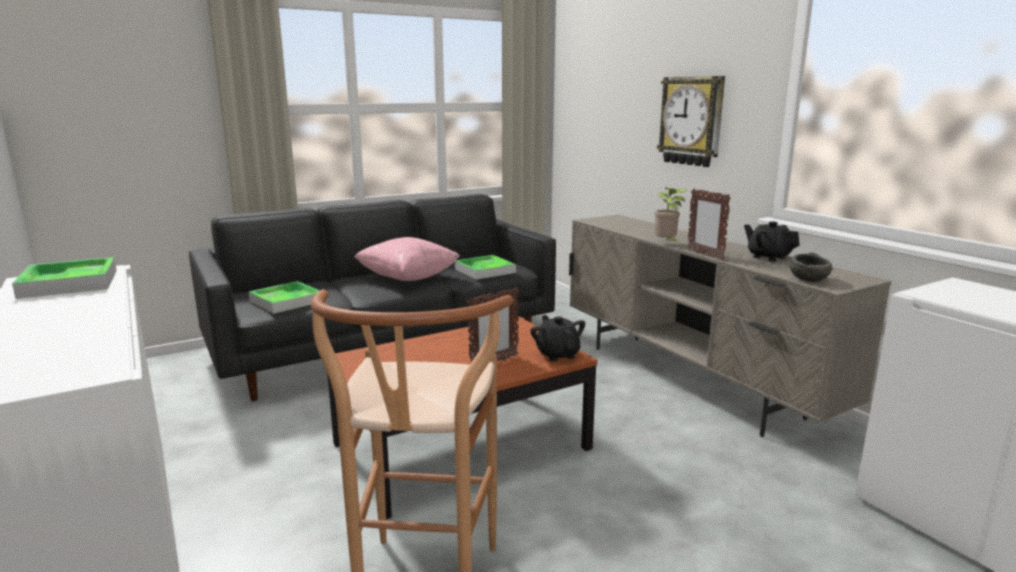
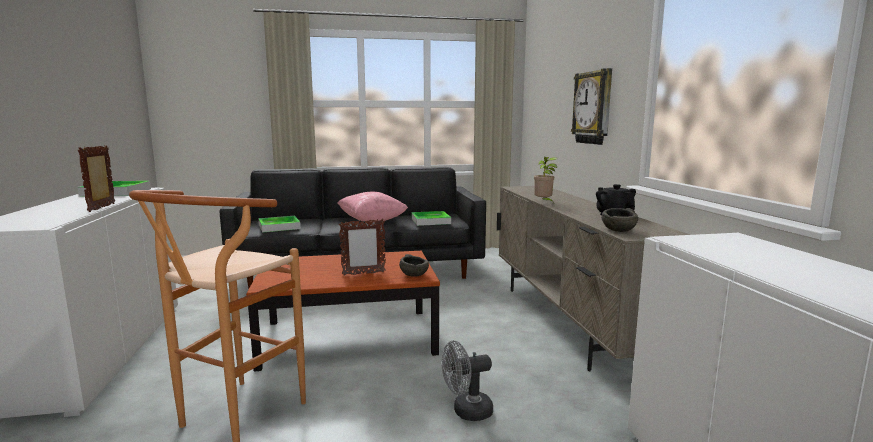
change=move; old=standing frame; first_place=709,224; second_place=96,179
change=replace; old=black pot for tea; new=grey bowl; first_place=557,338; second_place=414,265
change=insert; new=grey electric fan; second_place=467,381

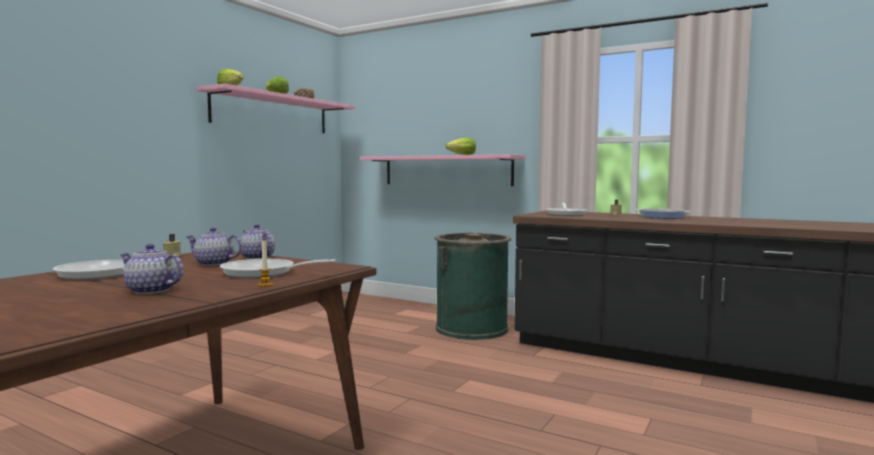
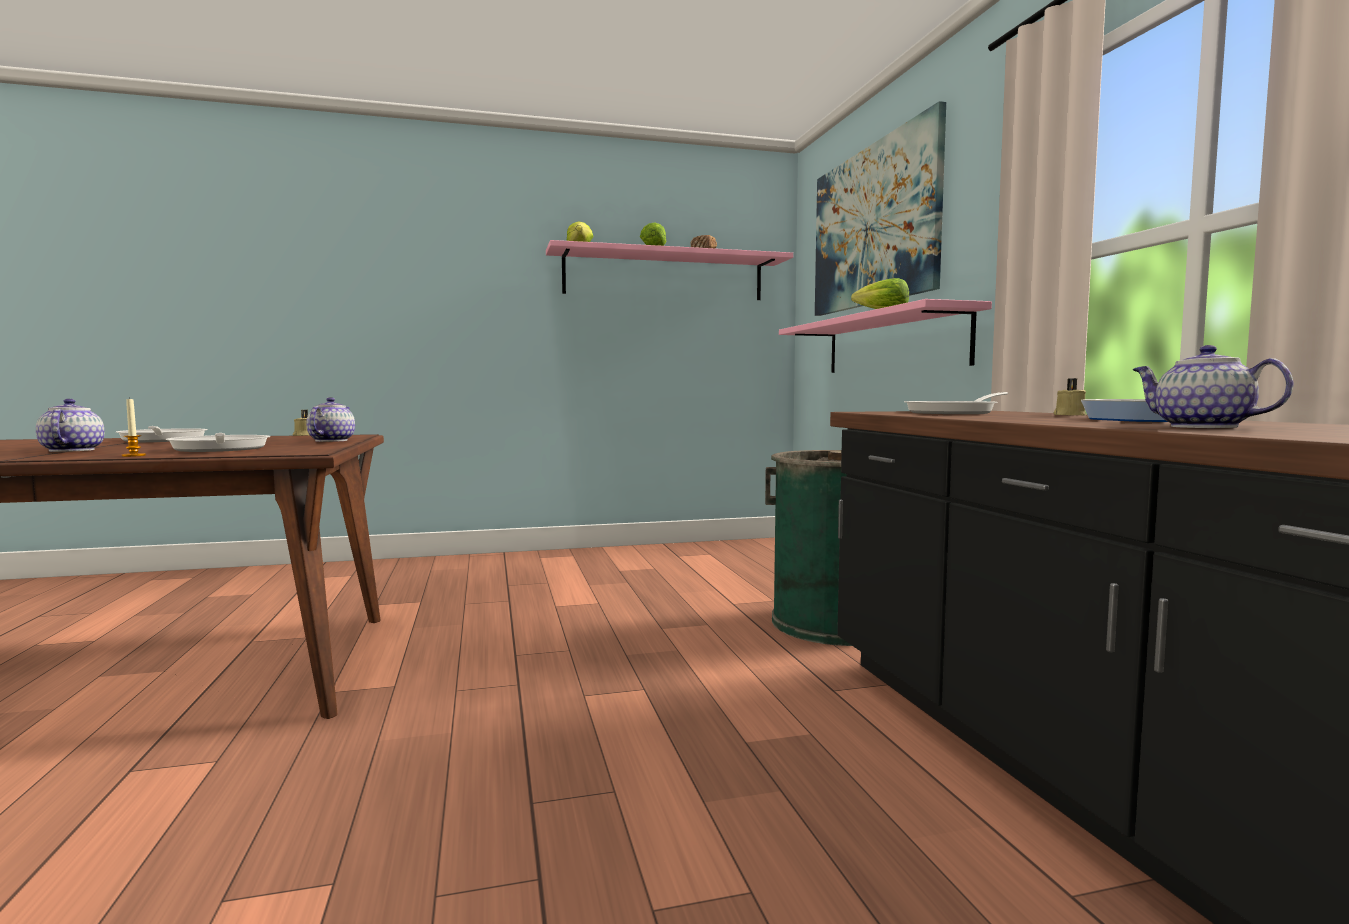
change=move; old=pot for tea; first_place=214,247; second_place=1213,386
change=insert; new=wall picture; second_place=880,208

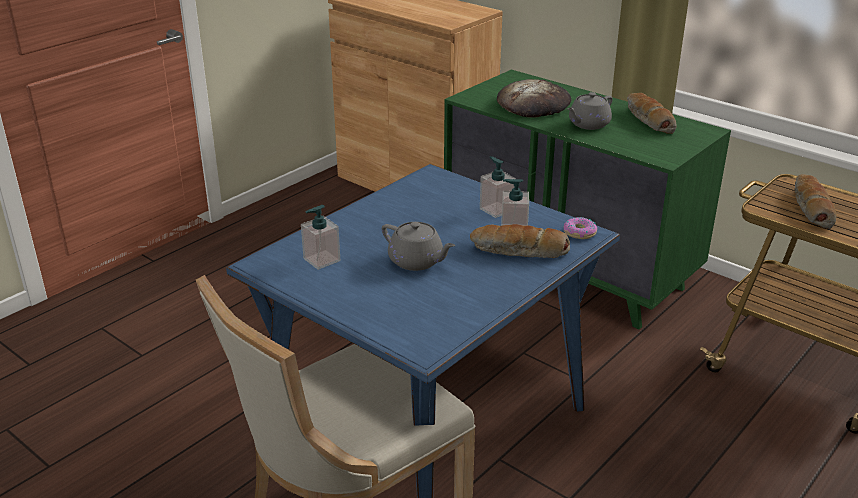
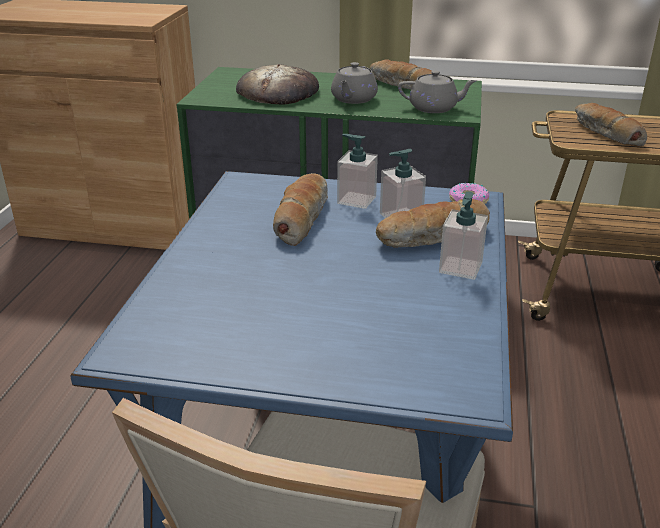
change=move; old=soap bottle; first_place=320,237; second_place=463,235
change=move; old=grey pot for tea; first_place=418,246; second_place=437,91
change=insert; new=baked bread; second_place=300,209

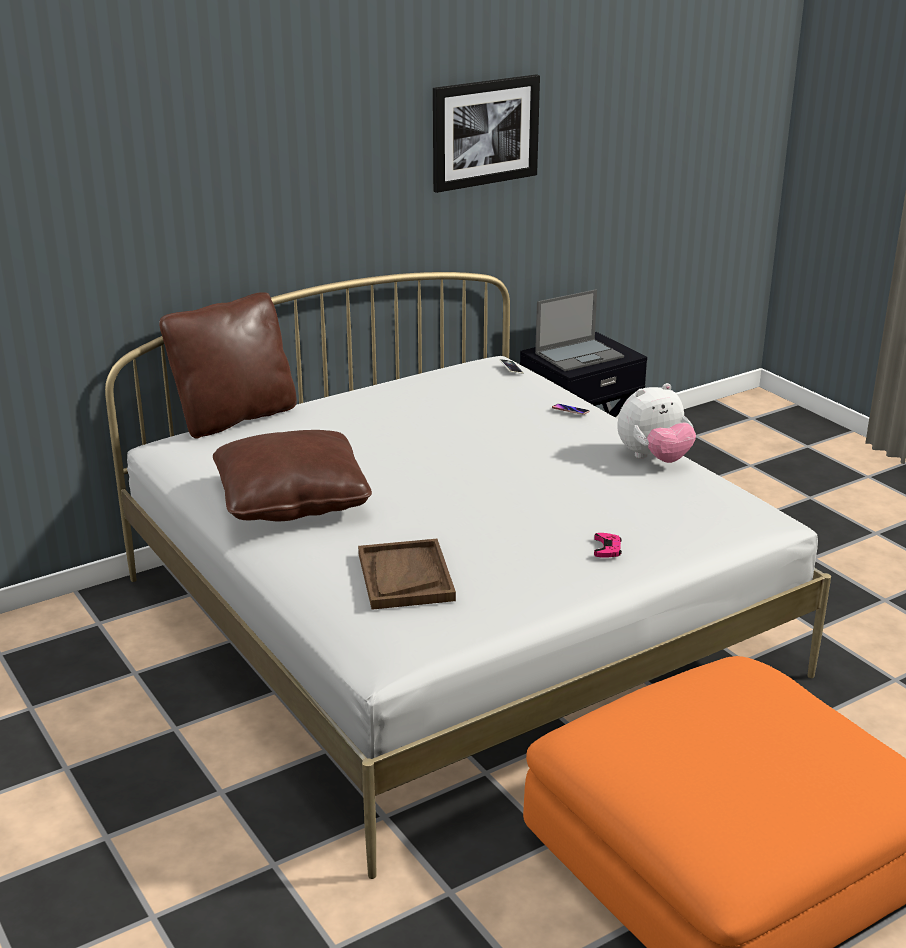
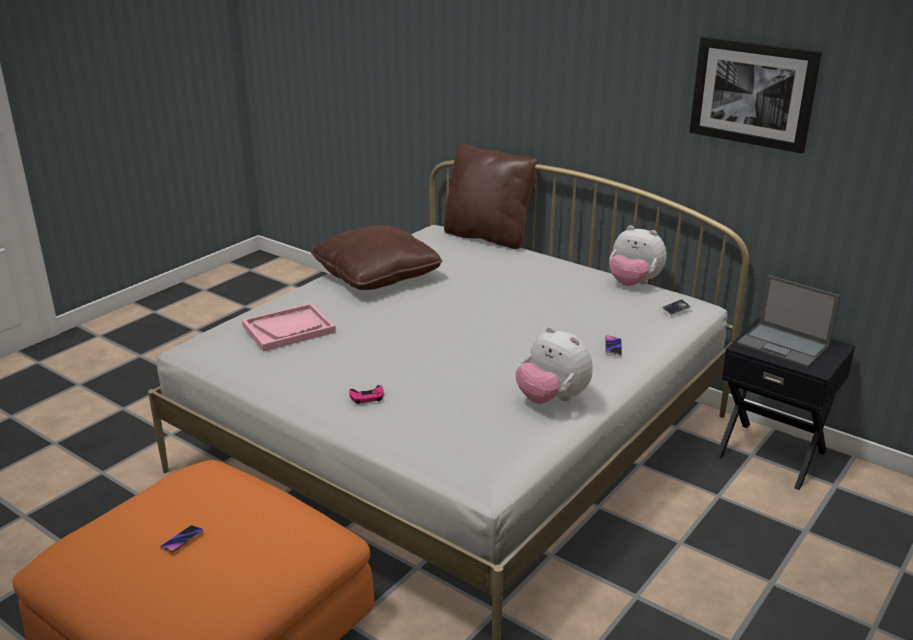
change=recolor; old=brown tray; new=pinkish tray; first_place=407,574; second_place=289,327
change=insert; new=soft toy; second_place=638,255
change=insert; new=handset; second_place=181,539

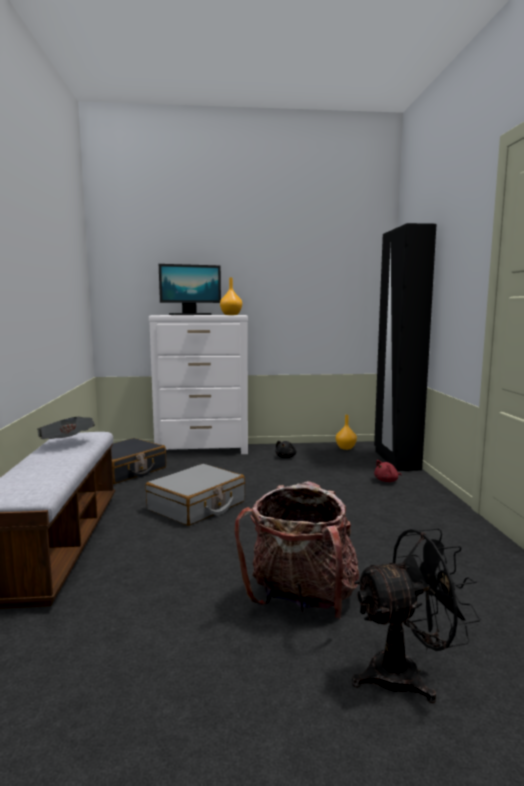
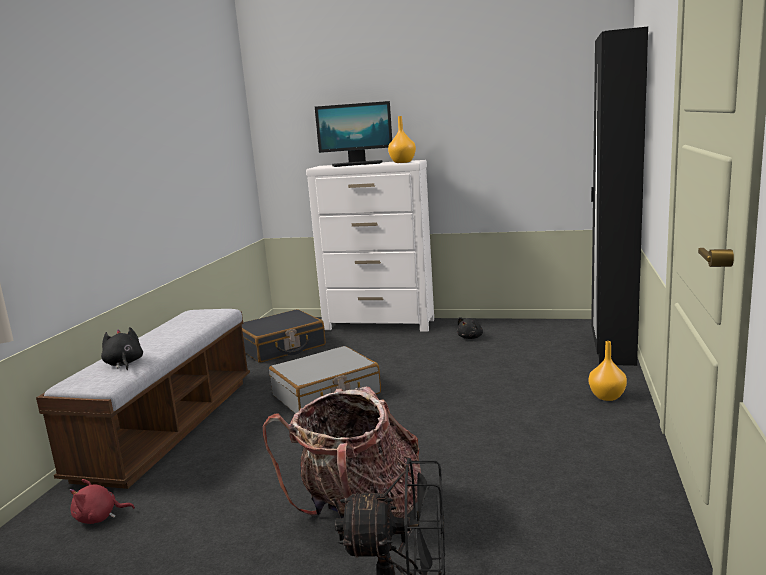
change=move; old=orangey decorative vase; first_place=346,432; second_place=608,371
change=delete; old=newspaper; first_place=66,428
change=move; old=reddish soft toy; first_place=388,471; second_place=102,501
change=insert; new=black soft toy; second_place=122,348

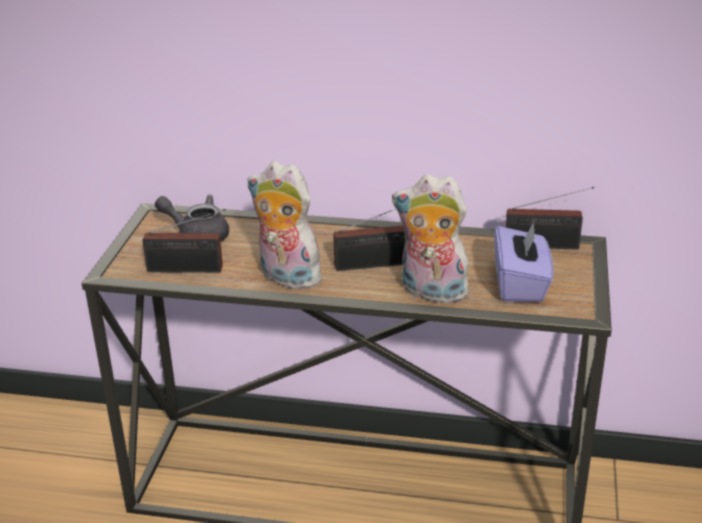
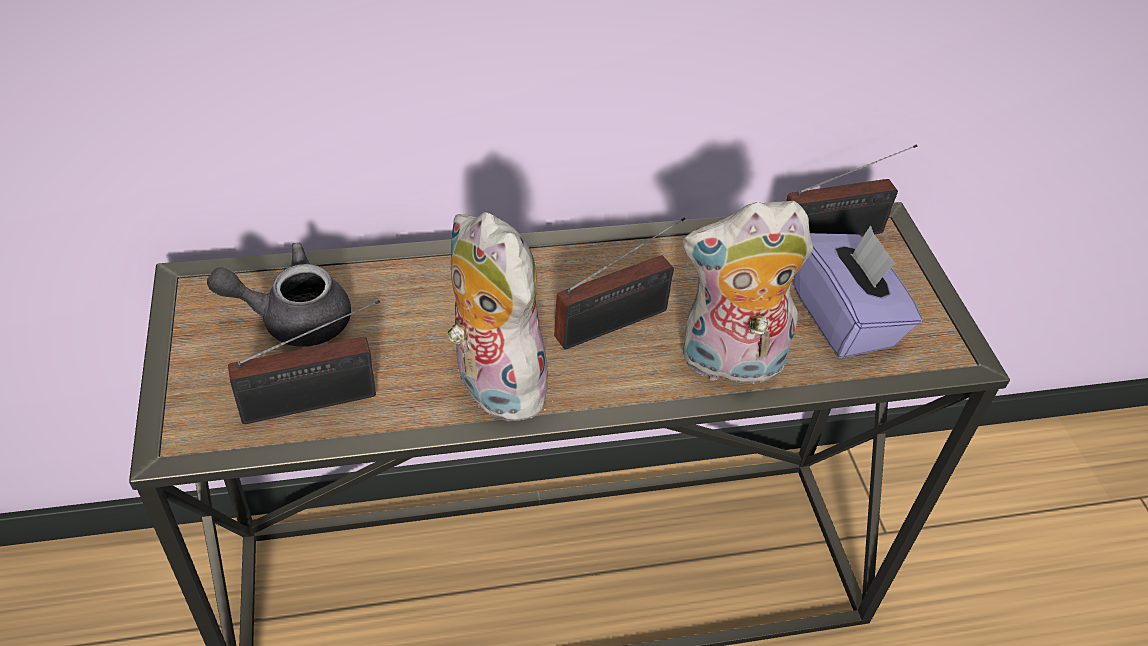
change=rotate; old=soft toy; first_place=287,225; second_place=501,316; degrees=45

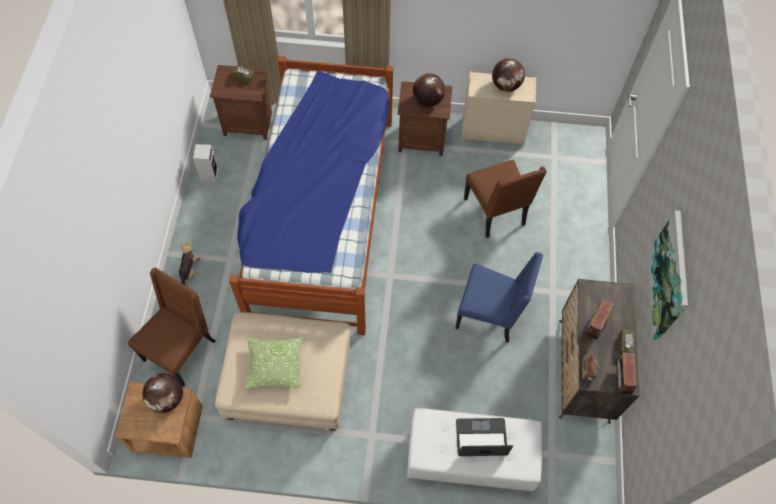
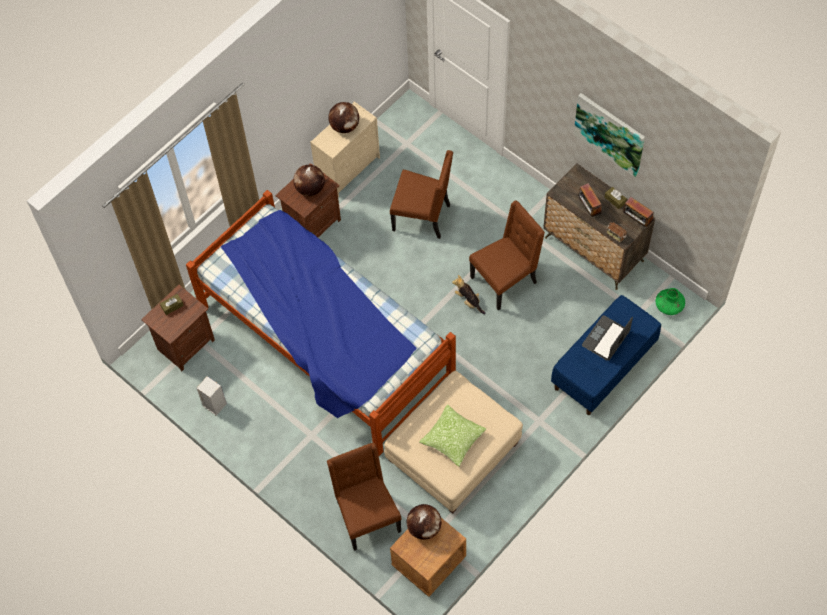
change=move; old=soft toy; first_place=189,263; second_place=469,294
change=recolor; old=blue chair; new=brown chair; first_place=499,297; second_place=507,255
change=recolor; old=white-coloured bench; new=blue bench; first_place=474,449; second_place=606,355
change=insert; new=greenish decorative vase; second_place=670,301

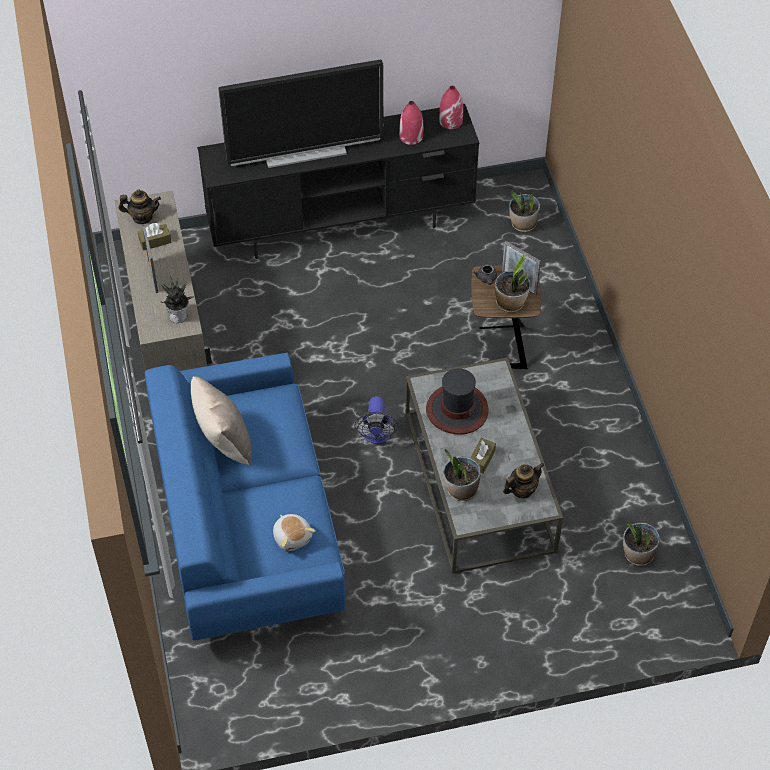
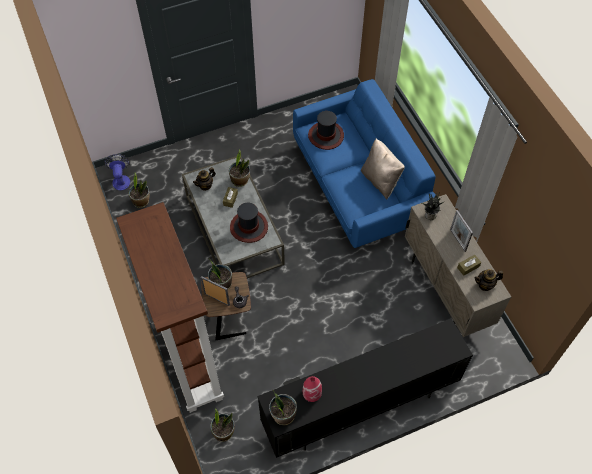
change=delete; old=TV; first_place=301,114
change=replace; old=reddish decorative vase; new=potted plant; first_place=451,107; second_place=283,407
change=move; old=electric fan; first_place=376,420; second_place=117,172
change=replace; old=soft toy; new=hat; first_place=294,532; second_place=326,130
change=insert; new=brown bookcase; second_place=170,307

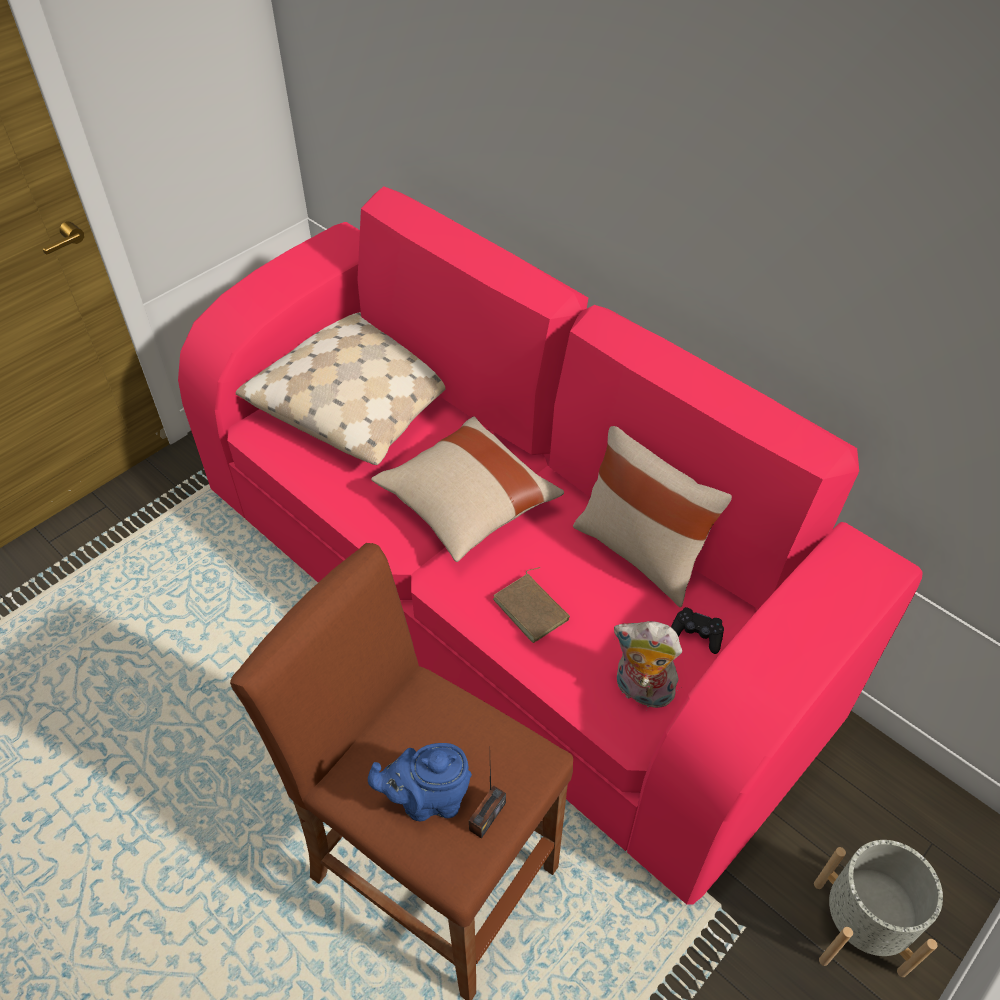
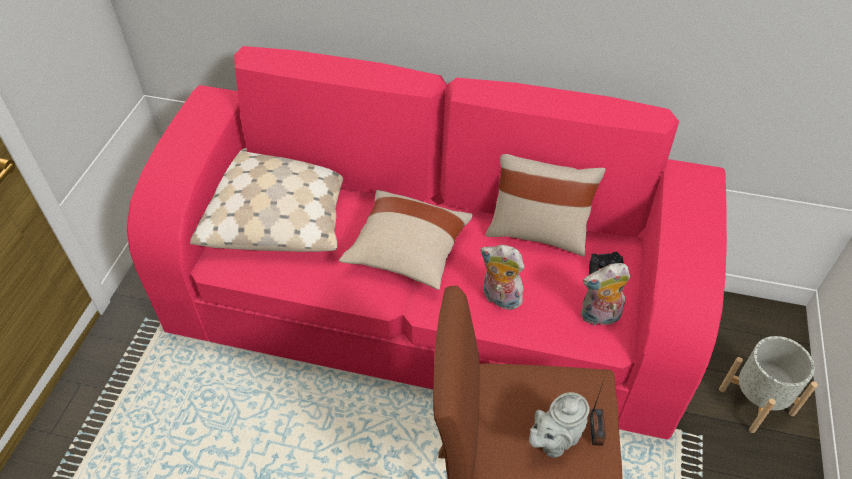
change=replace; old=brown bound book; new=soft toy; first_place=531,605; second_place=502,277
change=recolor; old=blue pot for tea; new=grey pot for tea; first_place=420,782; second_place=559,424

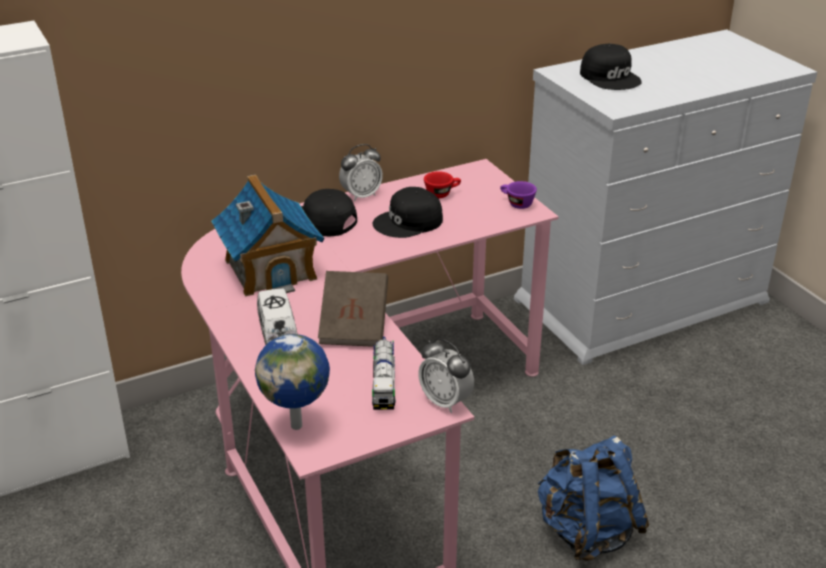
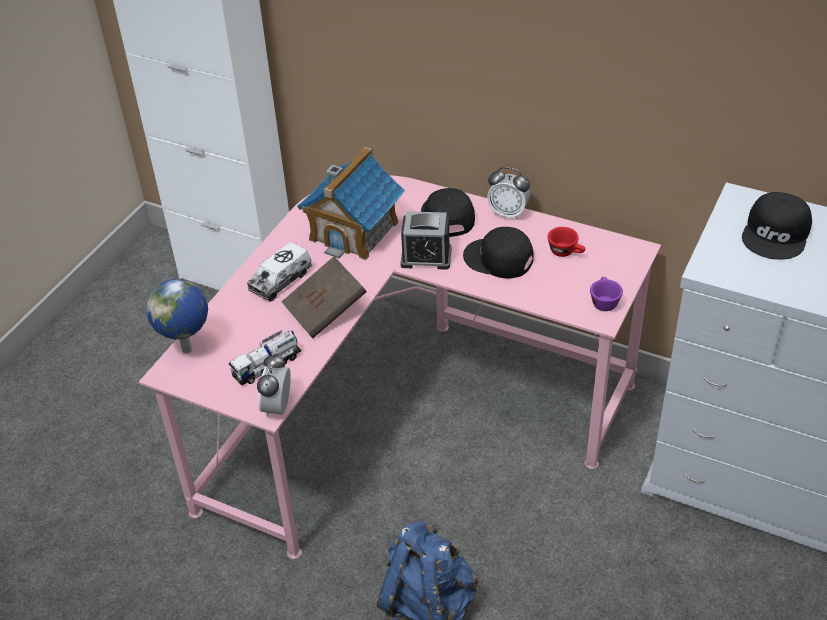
change=insert; new=table clock; second_place=426,240

